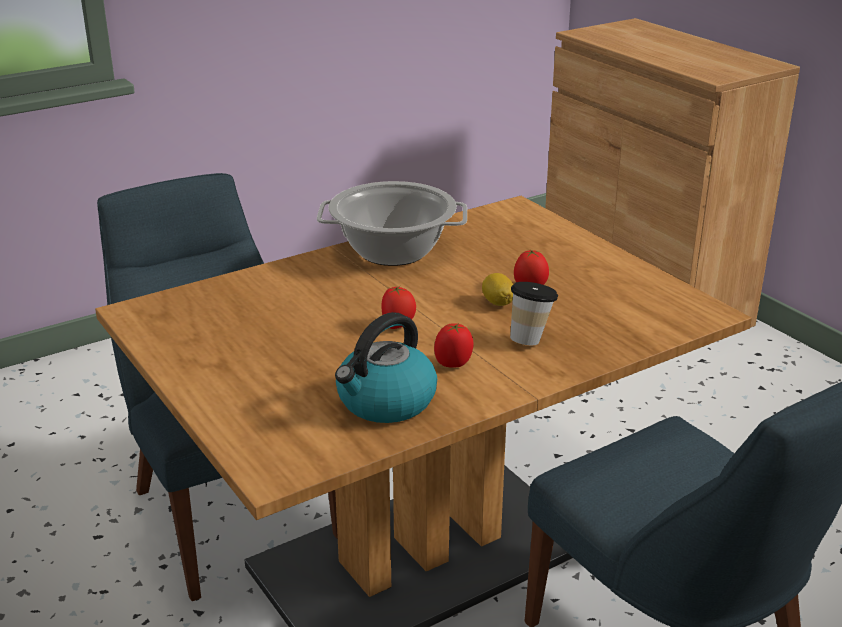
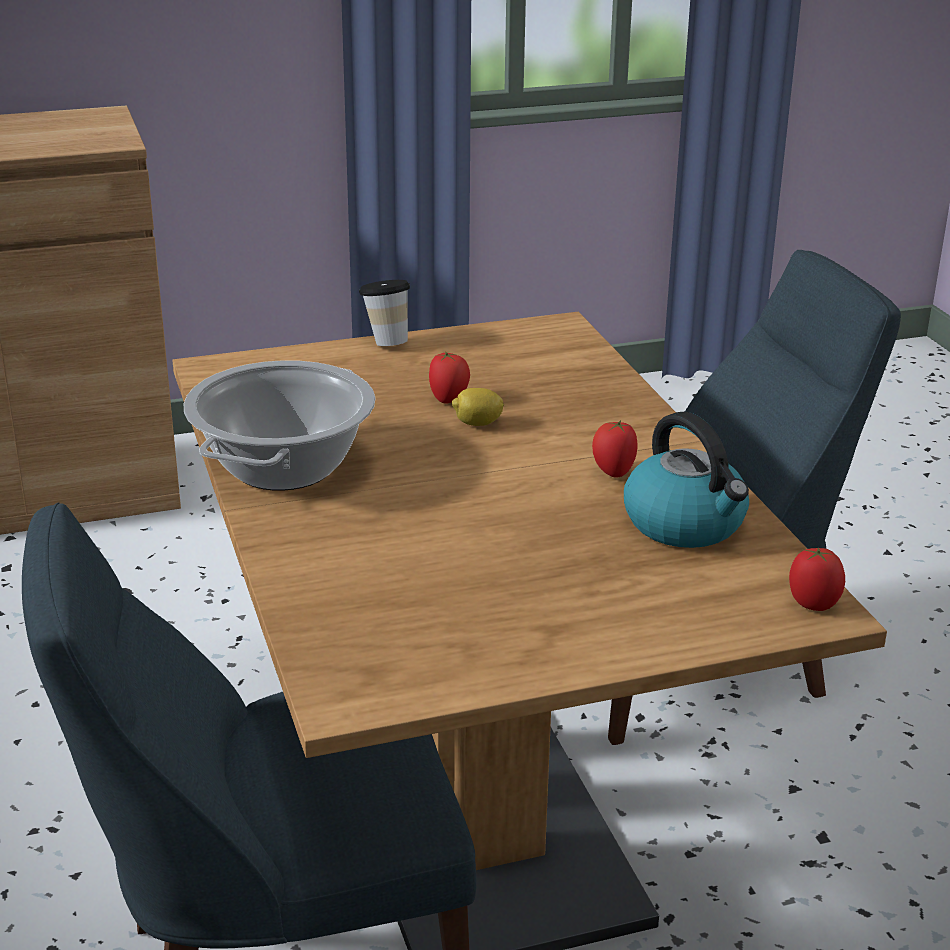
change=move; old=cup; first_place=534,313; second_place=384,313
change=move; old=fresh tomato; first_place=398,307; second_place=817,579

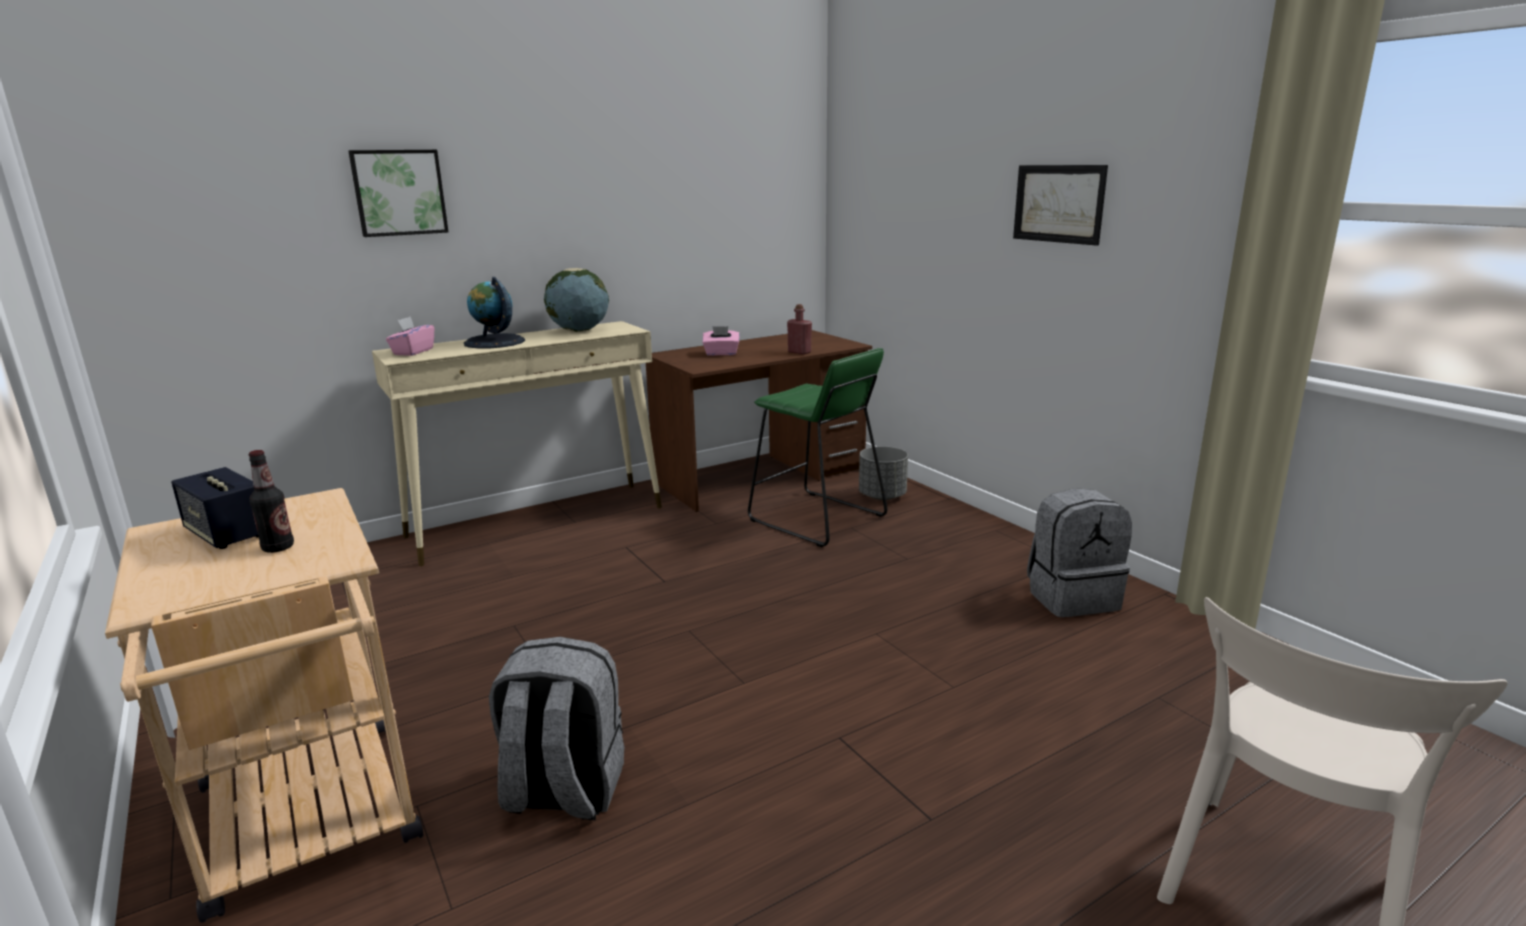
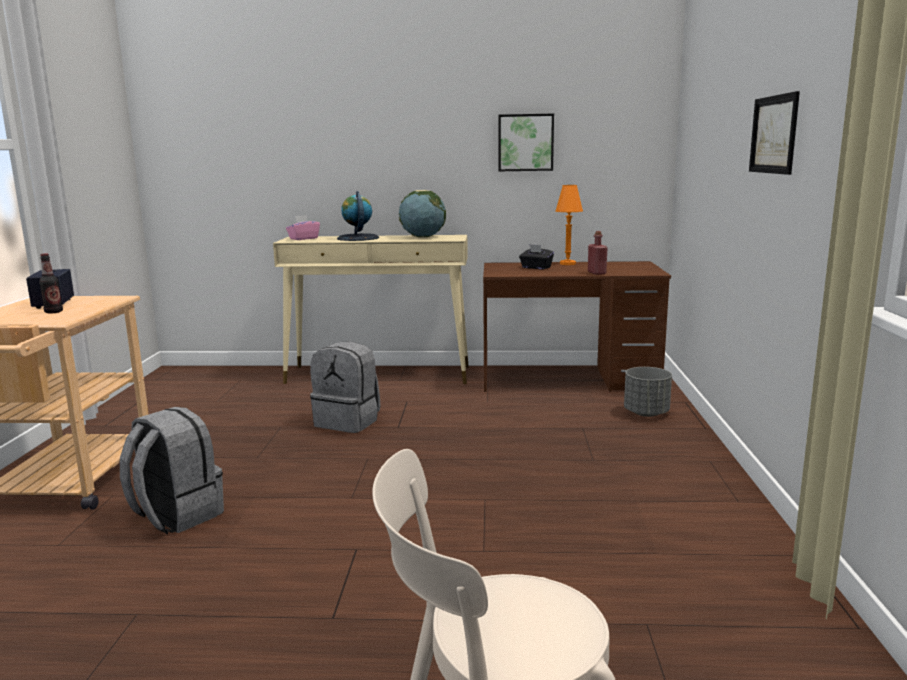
change=move; old=wall picture; first_place=398,193; second_place=526,142
change=recolor; old=pinkish box of tissues; new=black box of tissues; first_place=721,341; second_place=536,256
change=delete; old=greenish stool; first_place=817,447
change=move; old=grey rucksack; first_place=1079,552; second_place=345,387
change=insert; new=orangey tabletop lamp; second_place=569,225

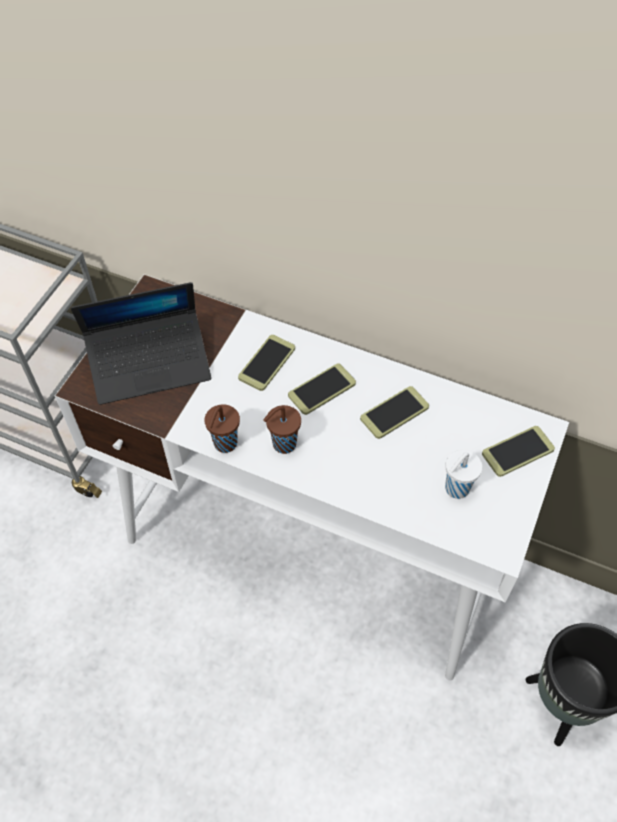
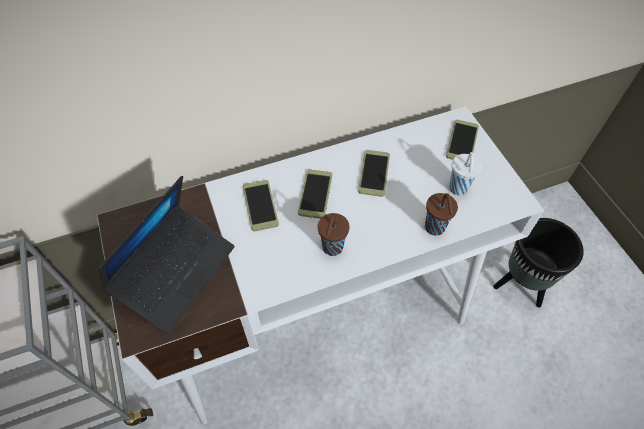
change=move; old=brown cup; first_place=222,428; second_place=441,214

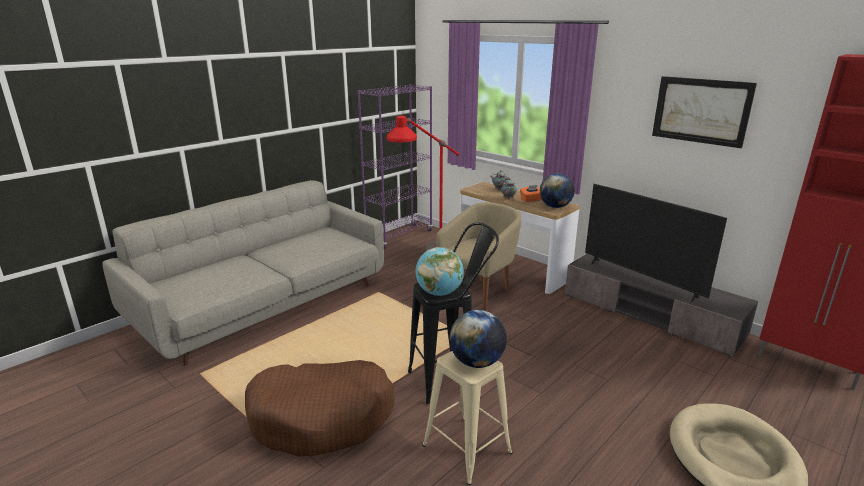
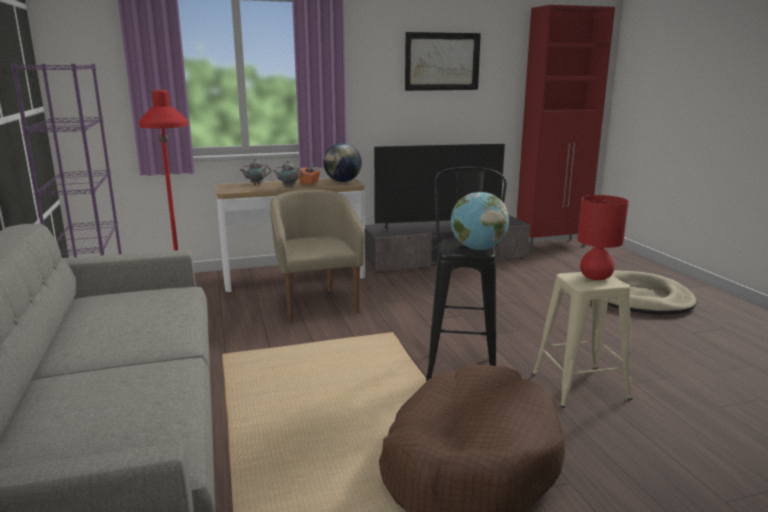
change=replace; old=globe; new=reddish tabletop lamp; first_place=478,339; second_place=603,237

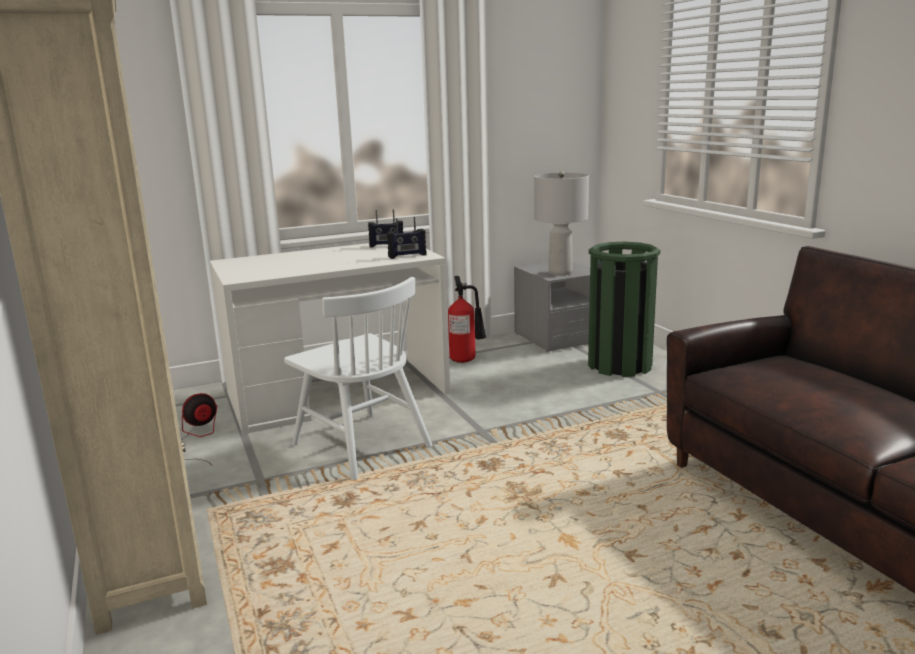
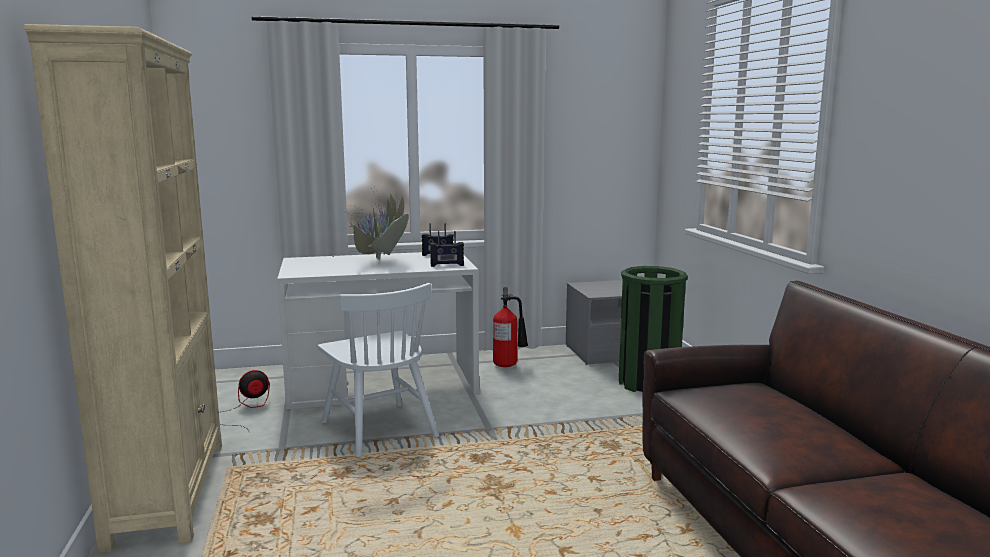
change=delete; old=grey tabletop lamp; first_place=561,223
change=insert; new=potted plant; second_place=370,225

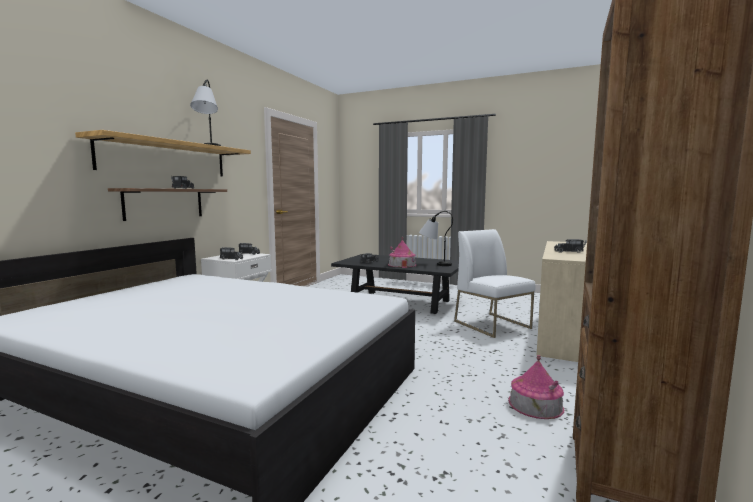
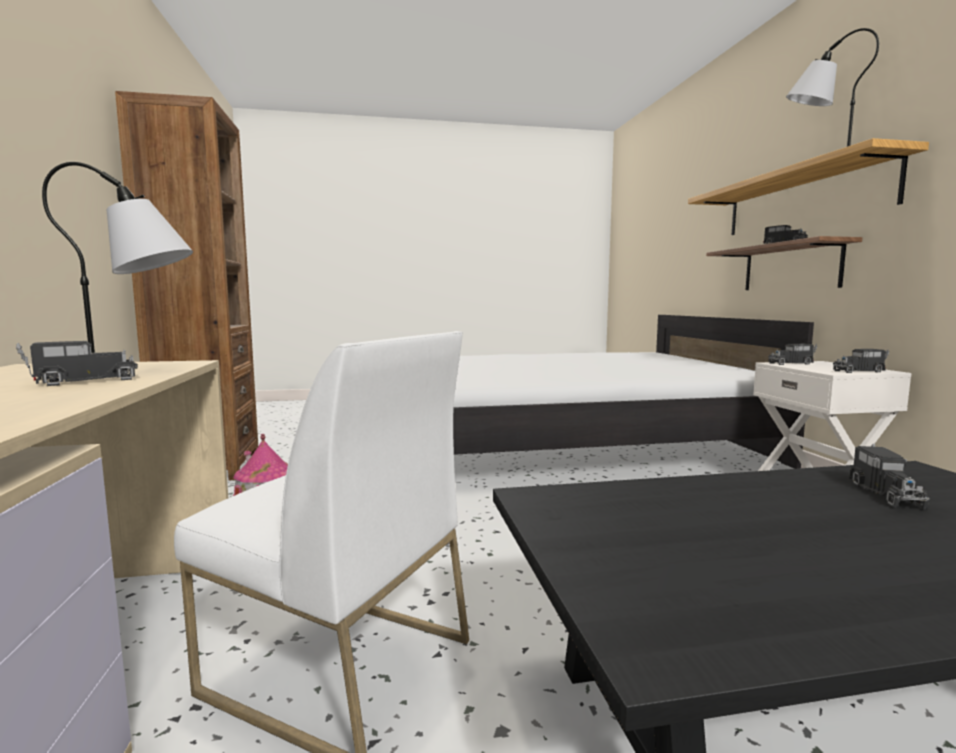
change=move; old=tabletop lamp; first_place=436,238; second_place=117,257
change=delete; old=model house; first_place=402,252

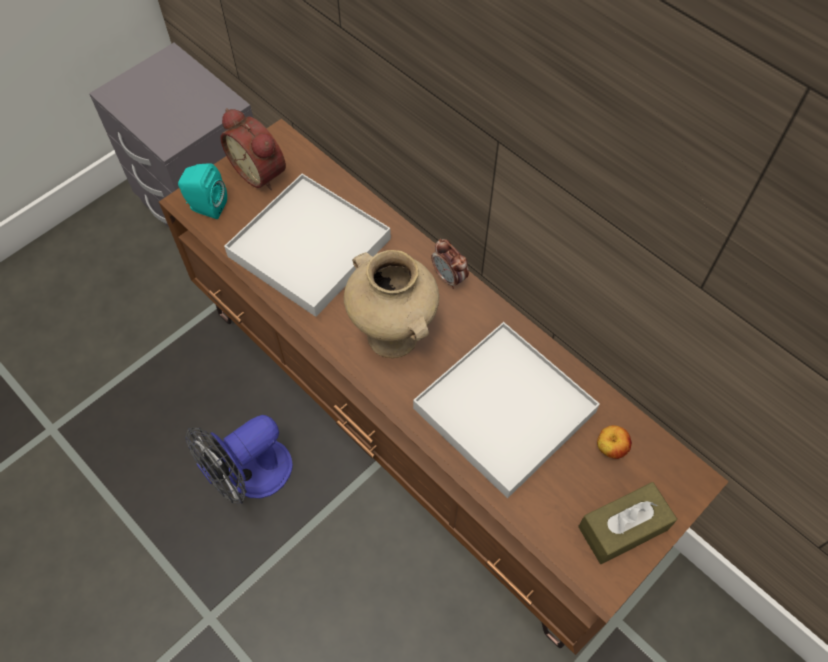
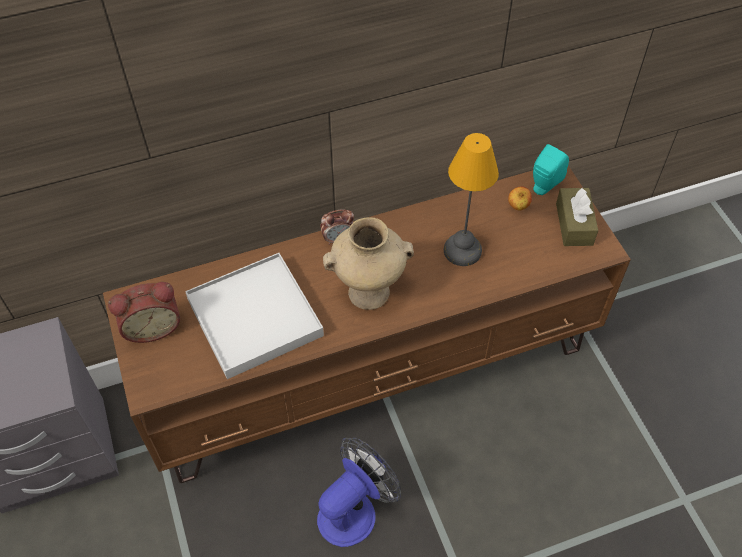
change=move; old=turquoise-coloured speaker; first_place=202,191; second_place=551,169
change=replace; old=white-coloured tray; new=tabletop lamp; first_place=506,410; second_place=471,199
change=rotate; old=electric fan; first_place=239,459; second_place=359,492; degrees=-120

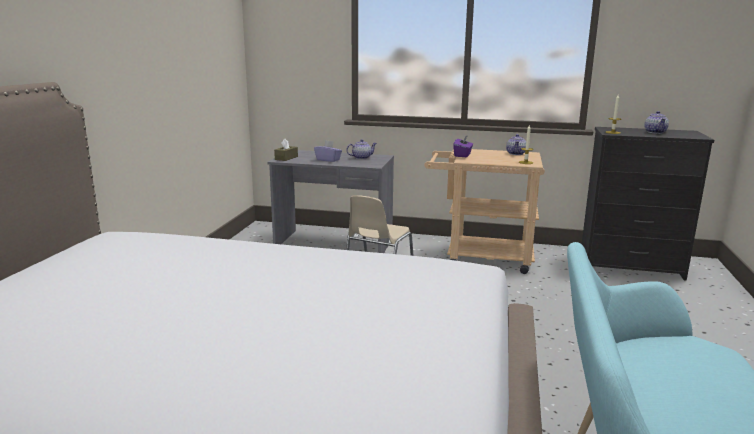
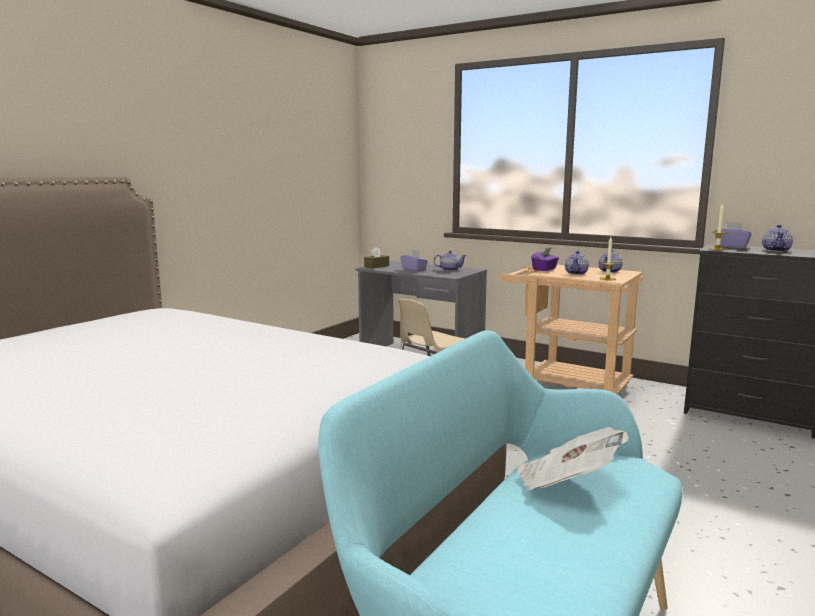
change=insert; new=purple box of tissues; second_place=733,235
change=insert; new=pot for tea; second_place=577,263
change=insert; new=newspaper; second_place=573,459

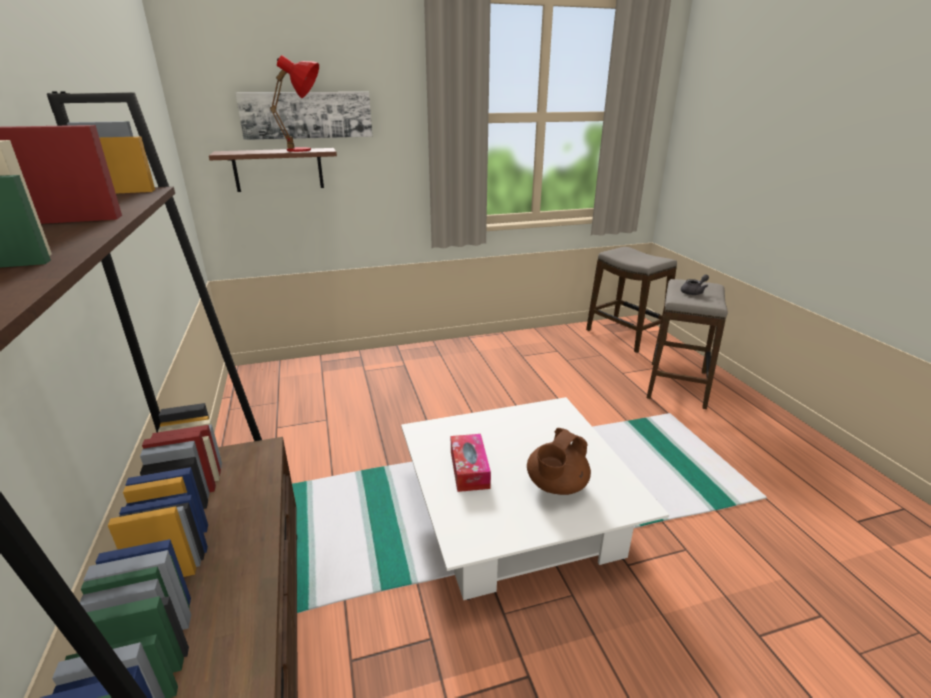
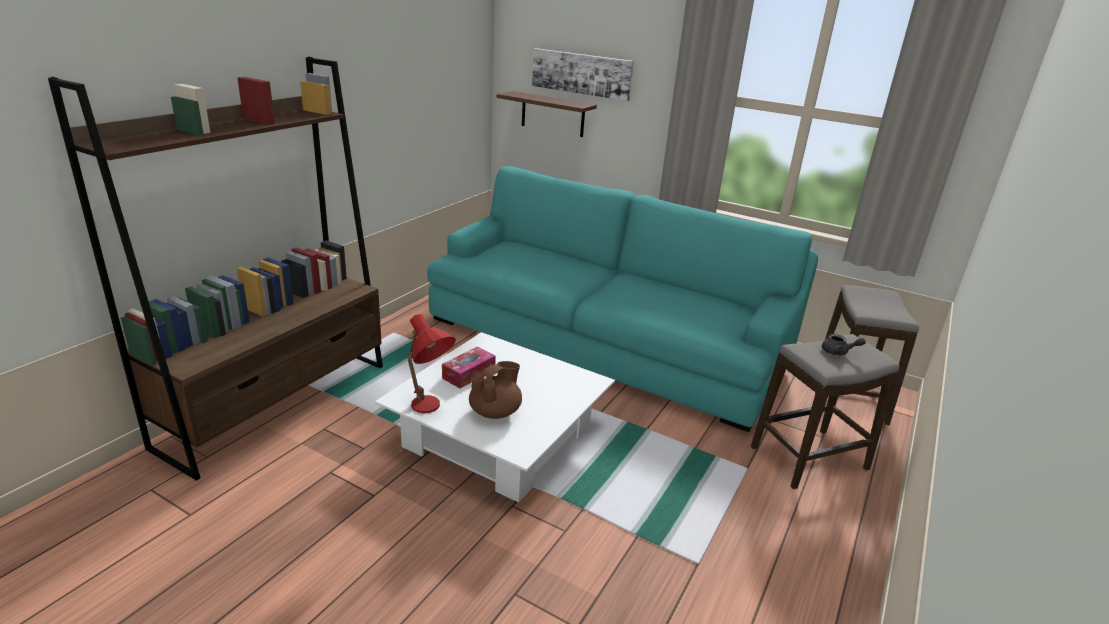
change=move; old=reddish tabletop lamp; first_place=294,103; second_place=431,363
change=rotate; old=brown pot for tea; first_place=559,461; second_place=495,390; degrees=135
change=insert; new=turquoise-coloured settee; second_place=622,299

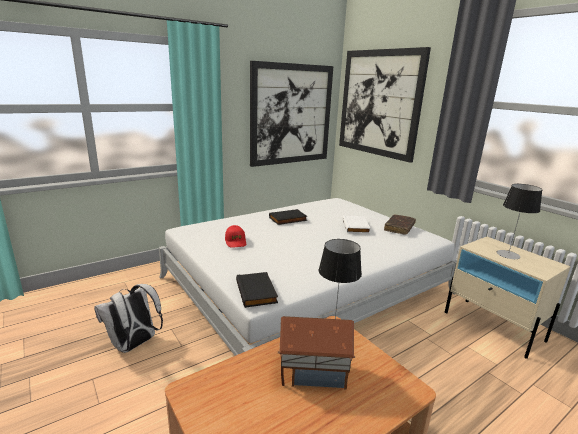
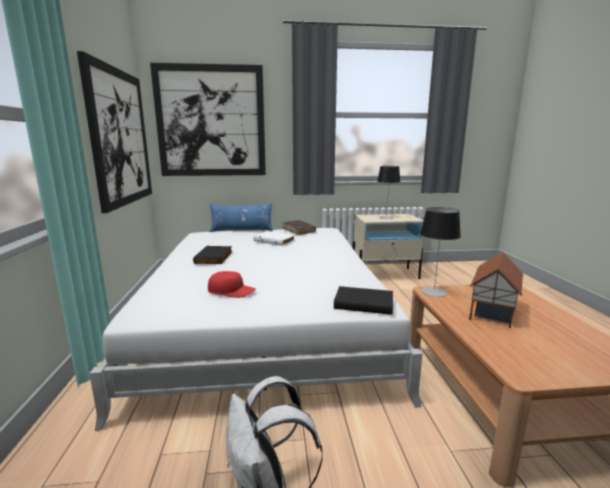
change=insert; new=blue cushion; second_place=241,217

